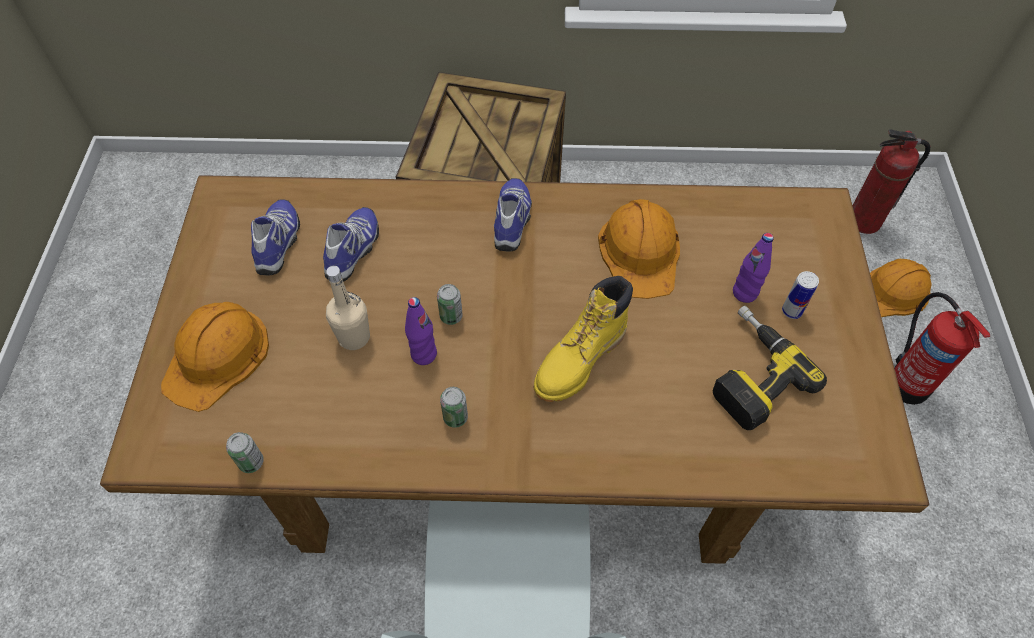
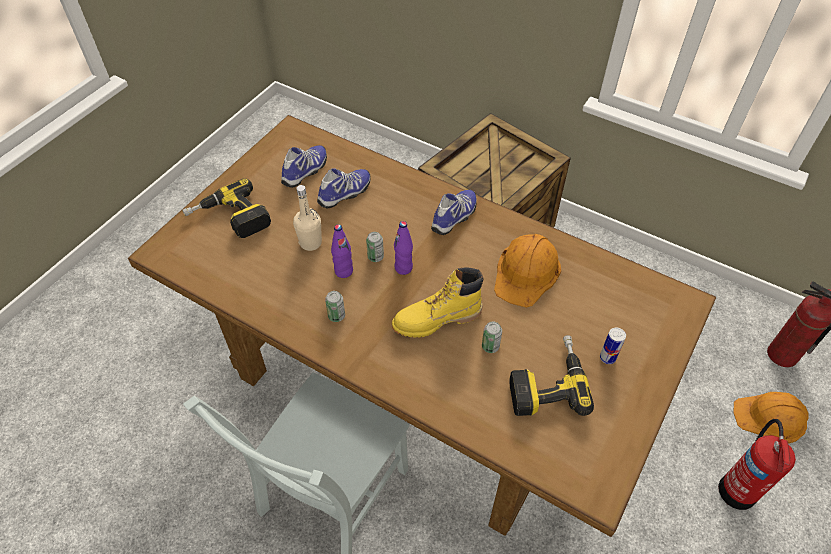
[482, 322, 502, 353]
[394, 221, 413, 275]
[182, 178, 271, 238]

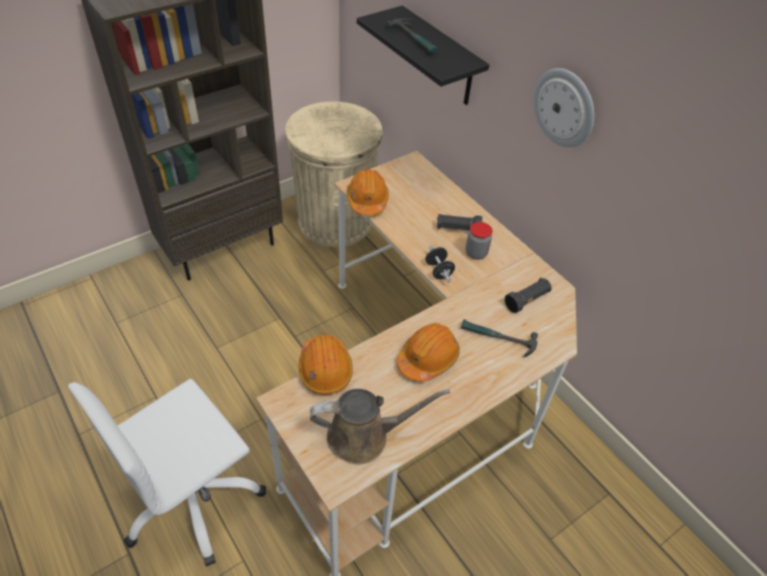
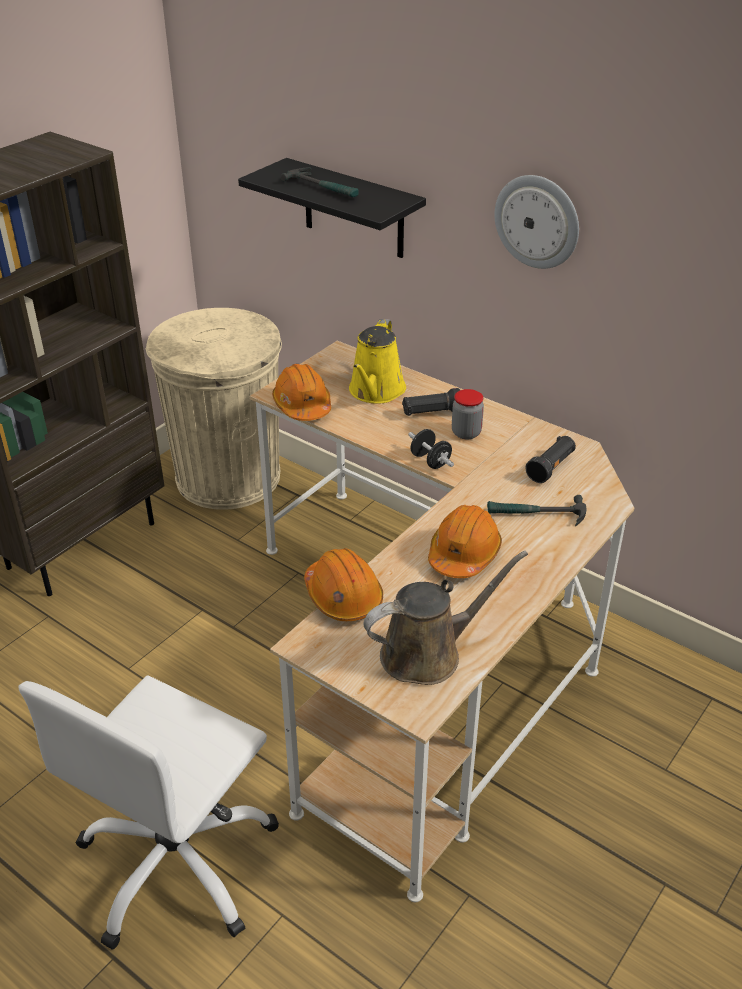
[349, 319, 406, 404]

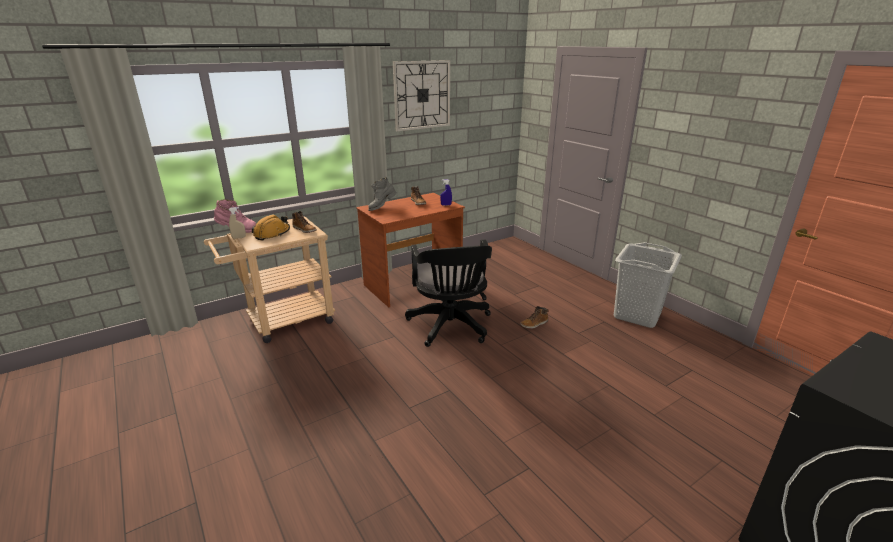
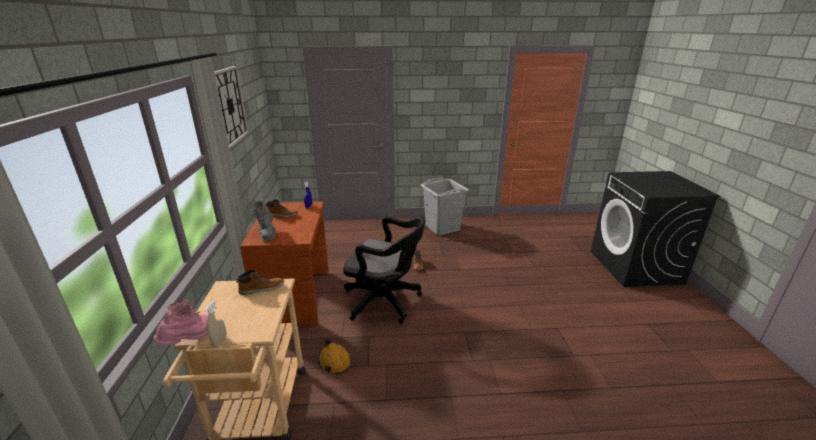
[319, 339, 351, 374]

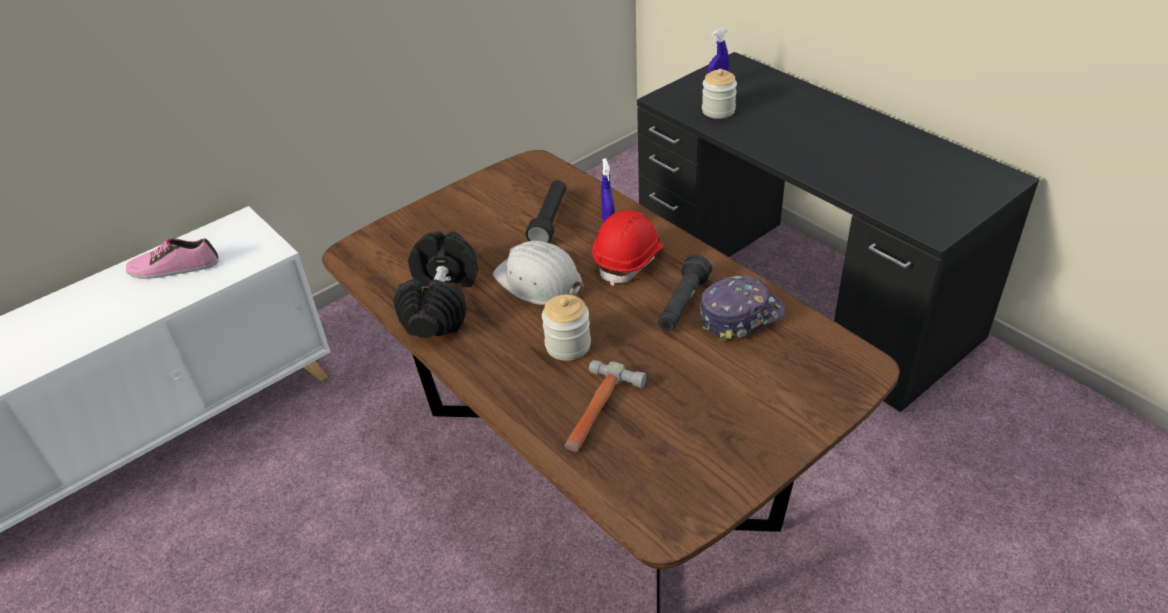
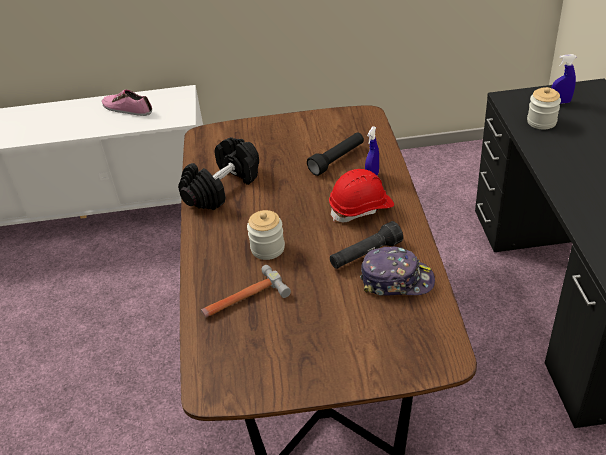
[493, 241, 584, 305] (first image)

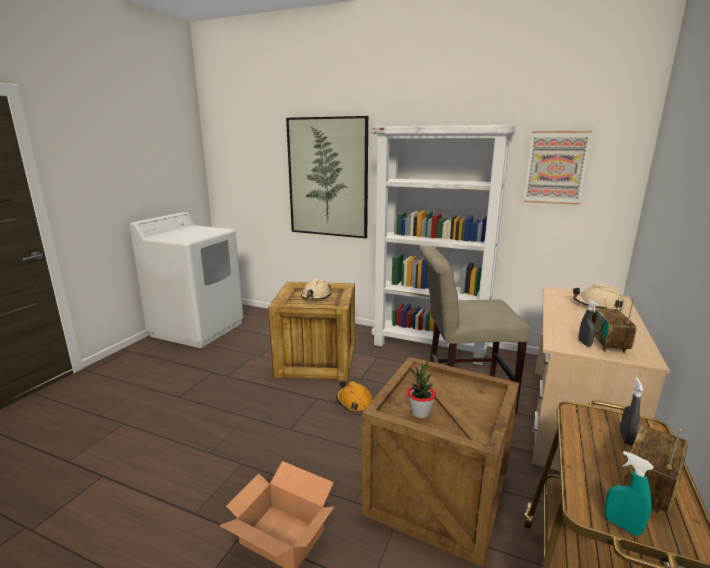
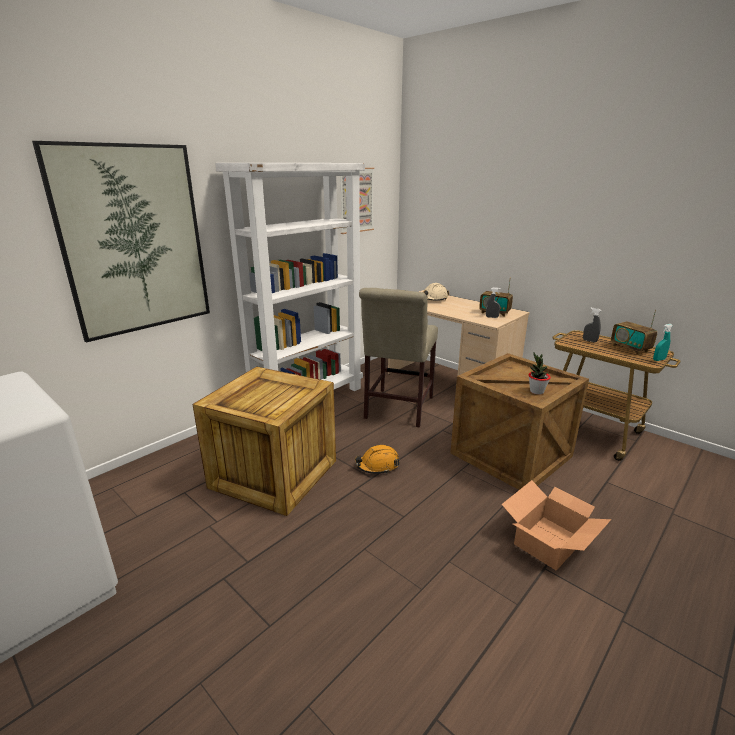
[301, 278, 331, 300] (first image)

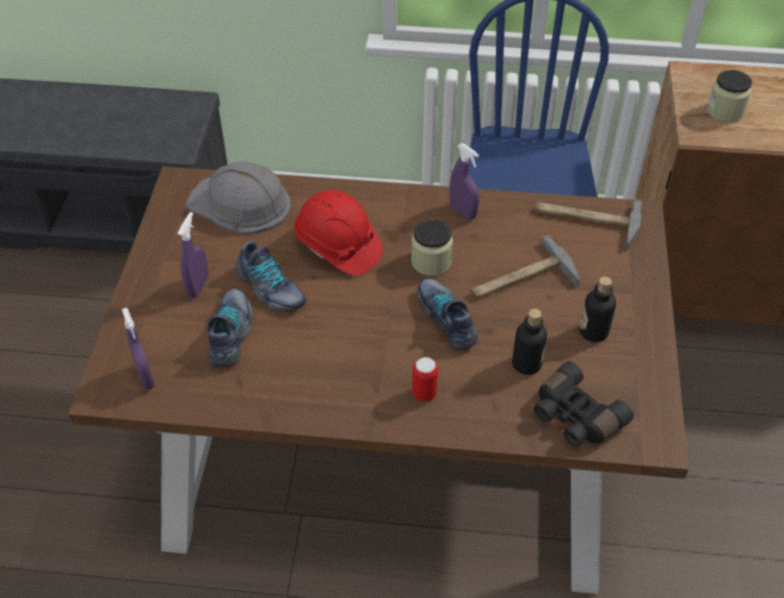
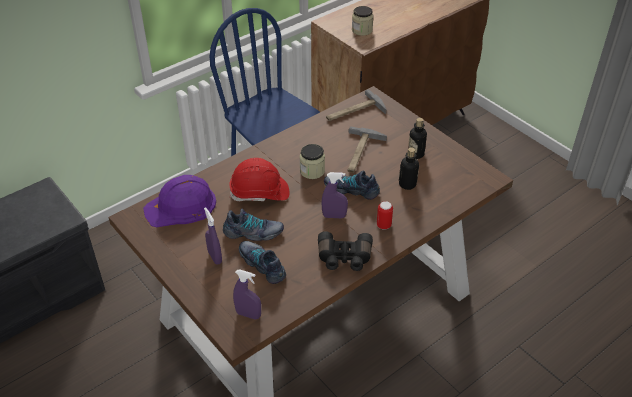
[322, 172, 348, 218]
[318, 231, 373, 271]
[143, 175, 216, 227]

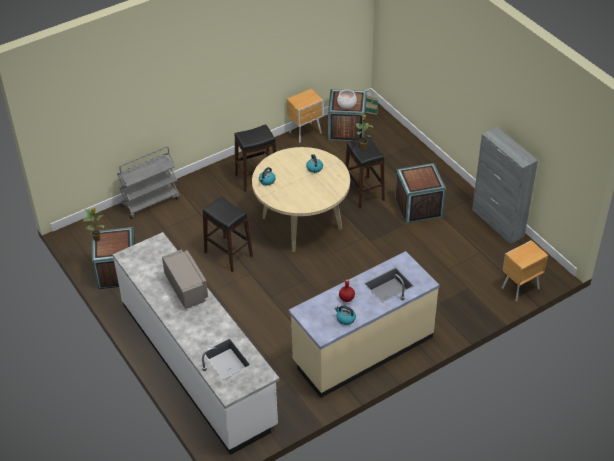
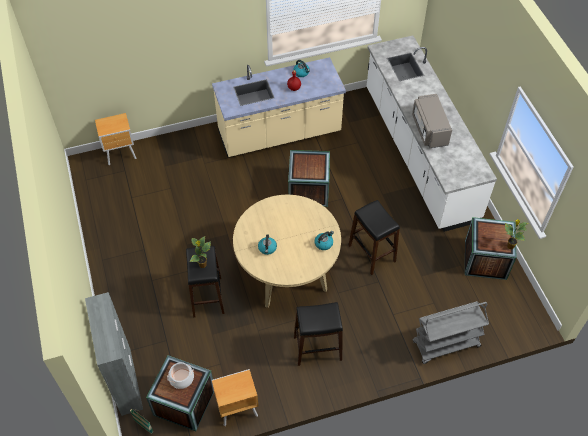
[288, 150, 330, 207]
[85, 292, 143, 416]

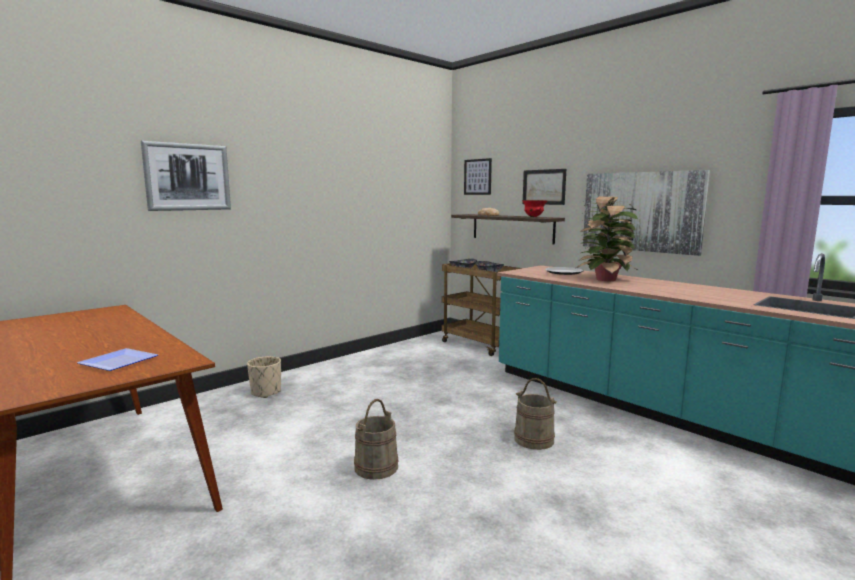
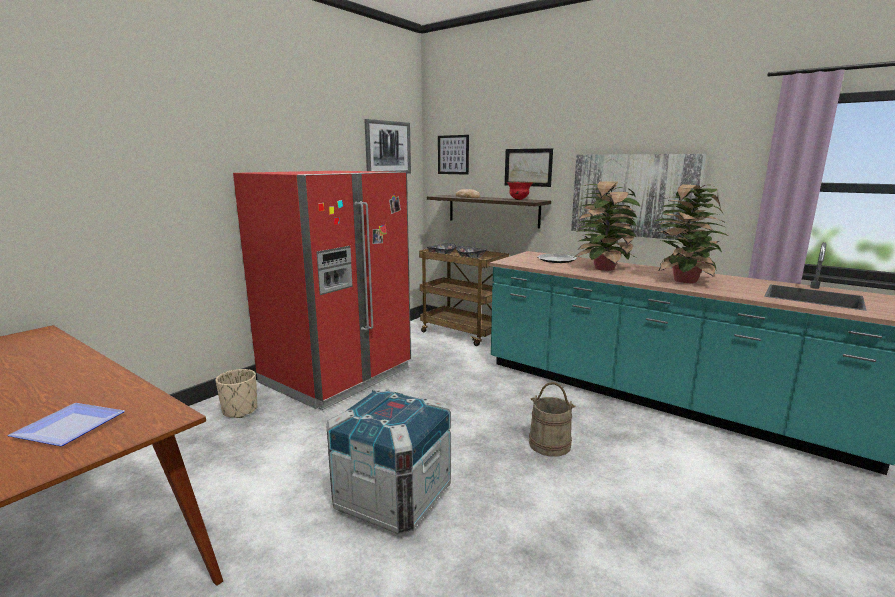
[233, 171, 411, 410]
[655, 184, 728, 283]
[364, 119, 411, 174]
[326, 388, 451, 534]

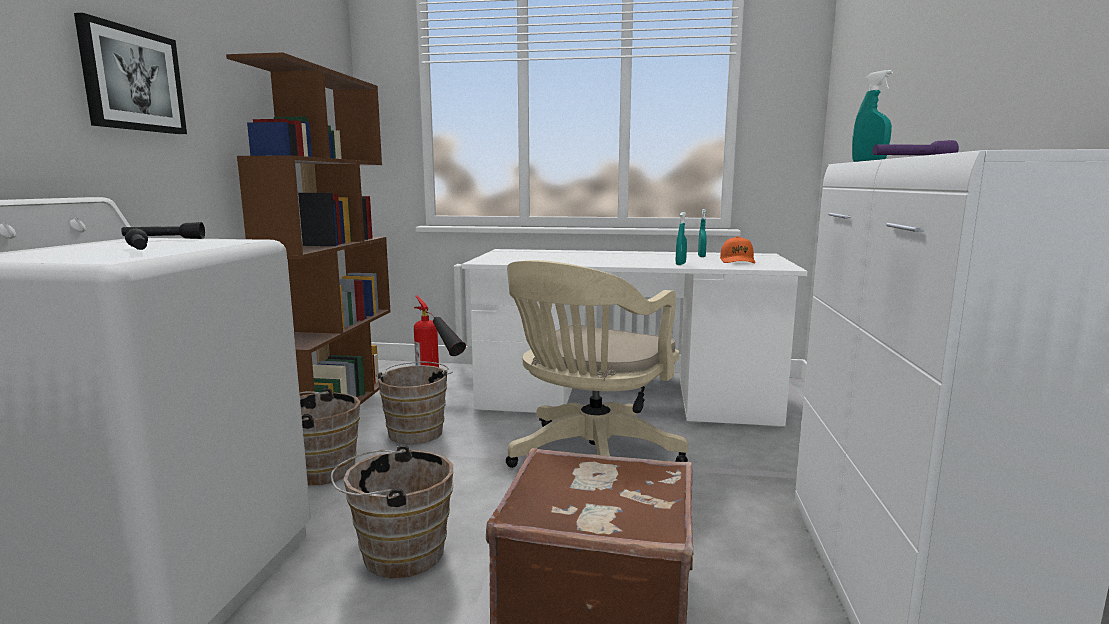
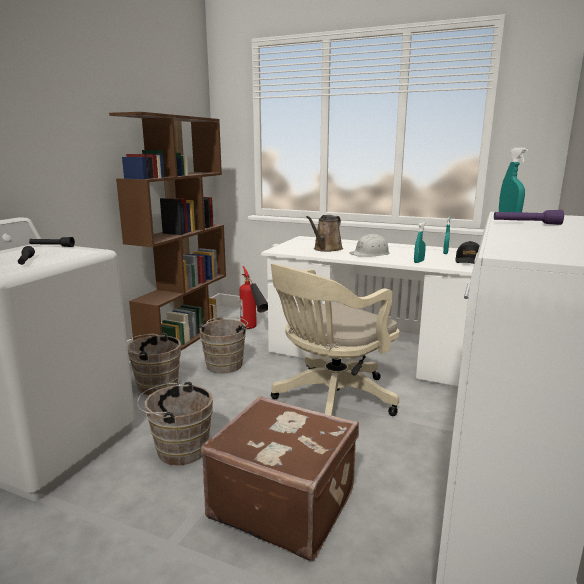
[74, 13, 187, 134] (first image)
[306, 215, 343, 252]
[349, 234, 390, 257]
[455, 241, 480, 264]

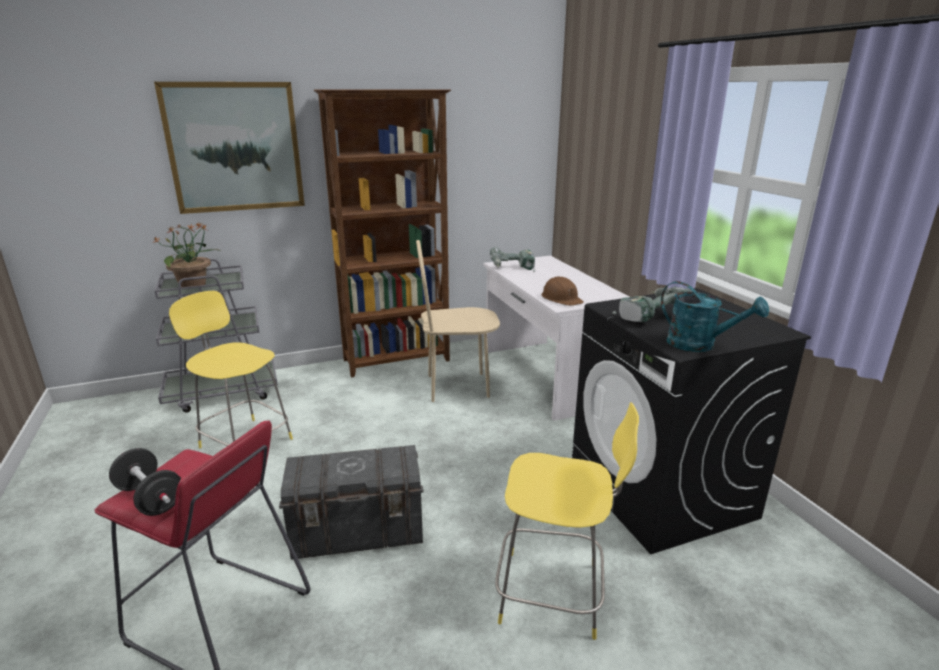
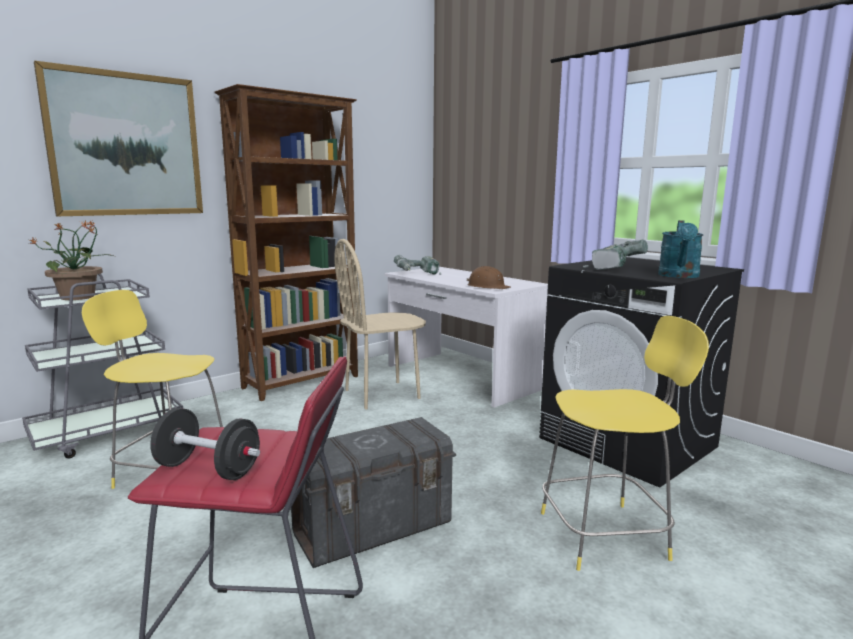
[658, 220, 703, 278]

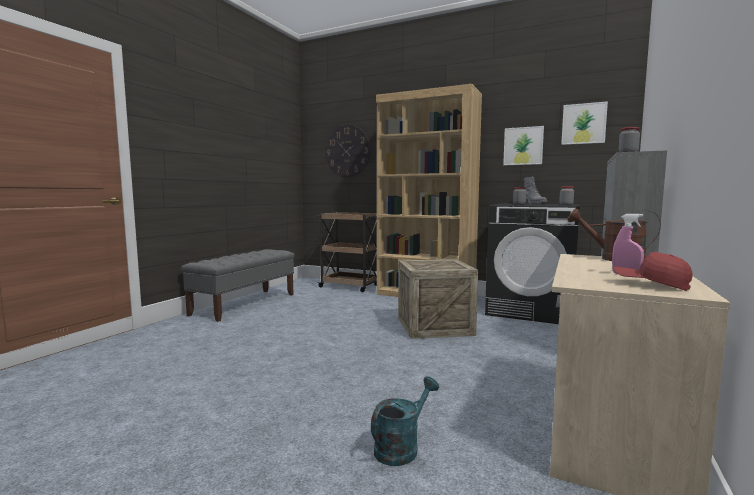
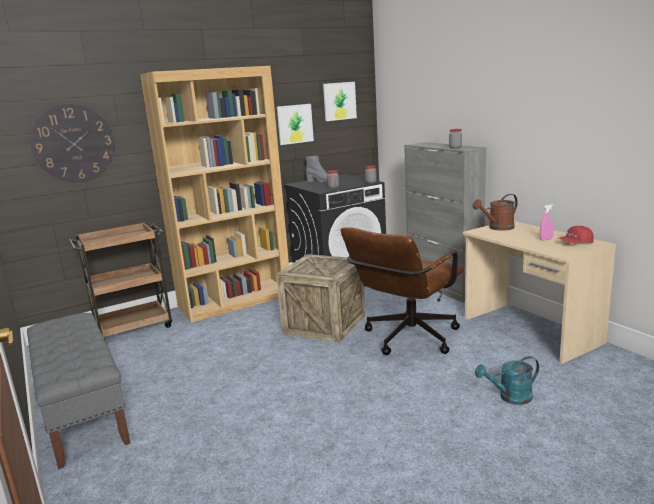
[341, 227, 464, 355]
[475, 356, 539, 405]

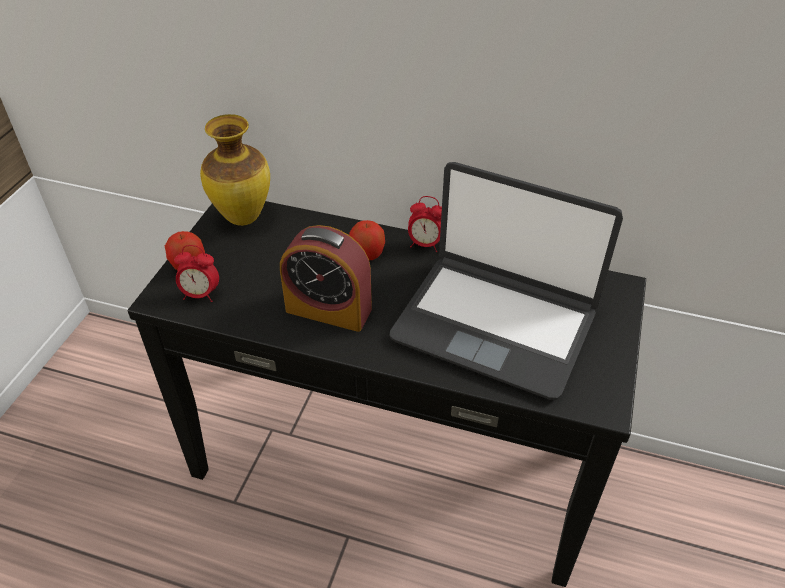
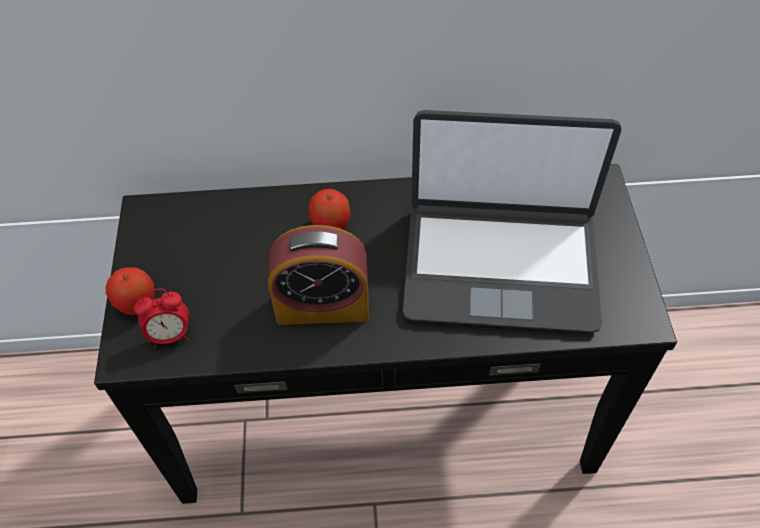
[200, 114, 270, 226] (first image)
[408, 196, 442, 252] (first image)

